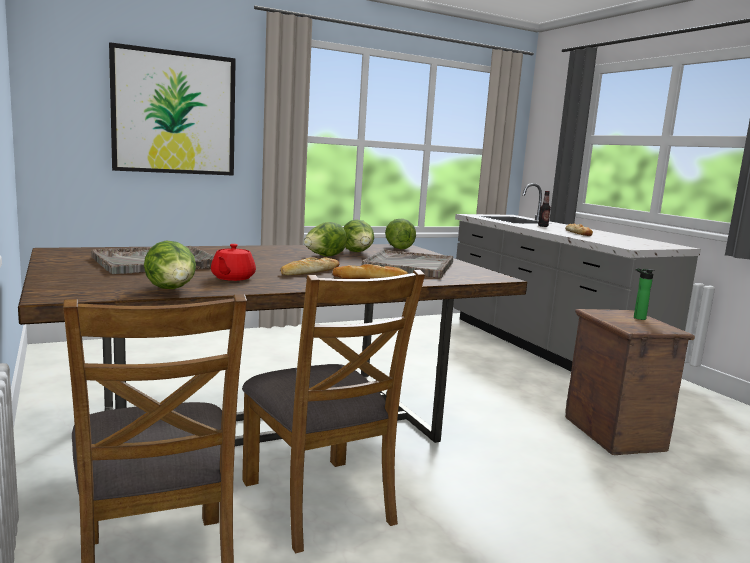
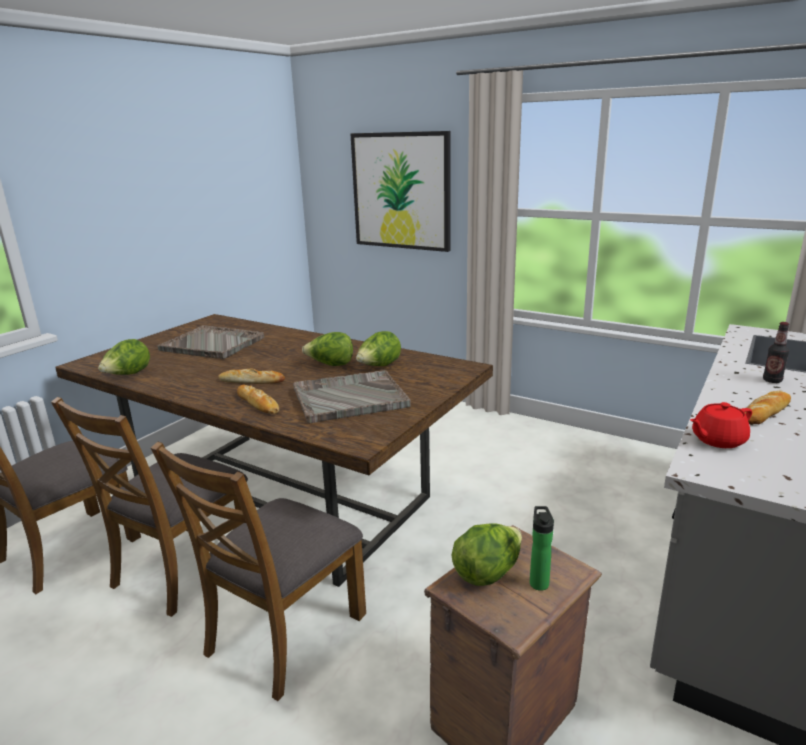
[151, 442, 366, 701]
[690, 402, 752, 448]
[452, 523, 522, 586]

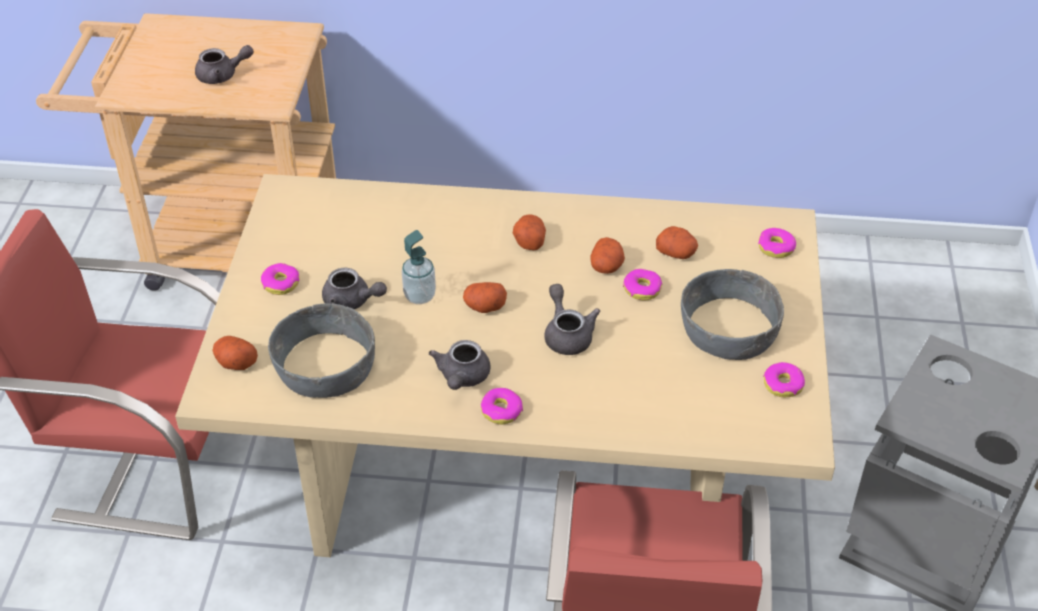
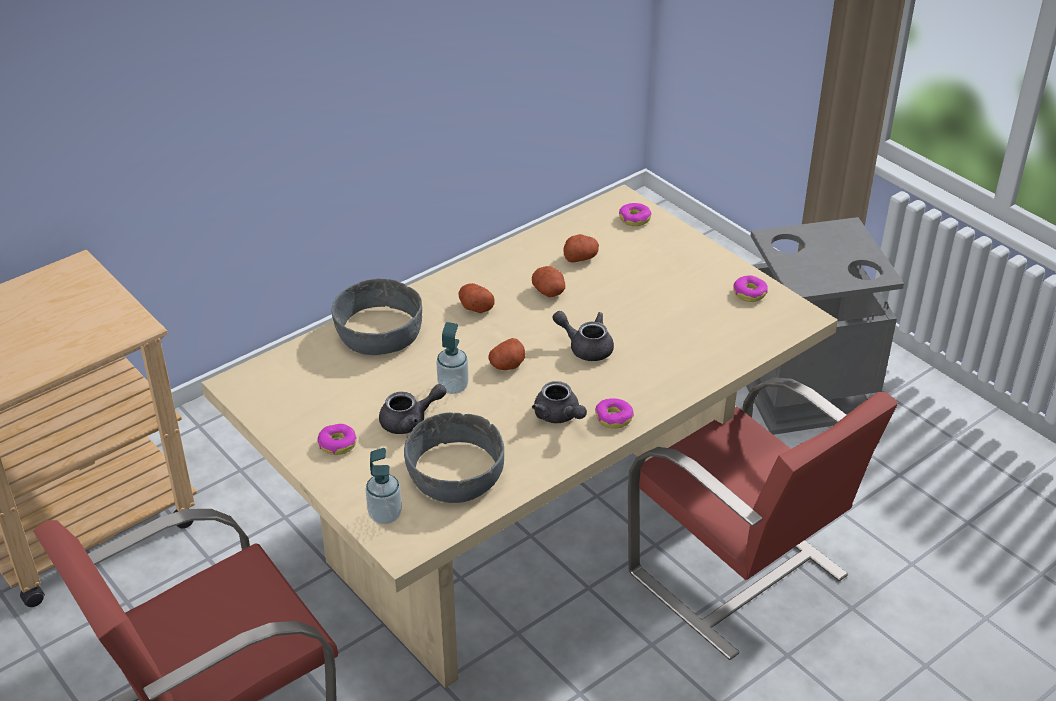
[195, 45, 254, 84] (first image)
[623, 269, 662, 300] (first image)
[331, 278, 422, 355]
[365, 448, 402, 524]

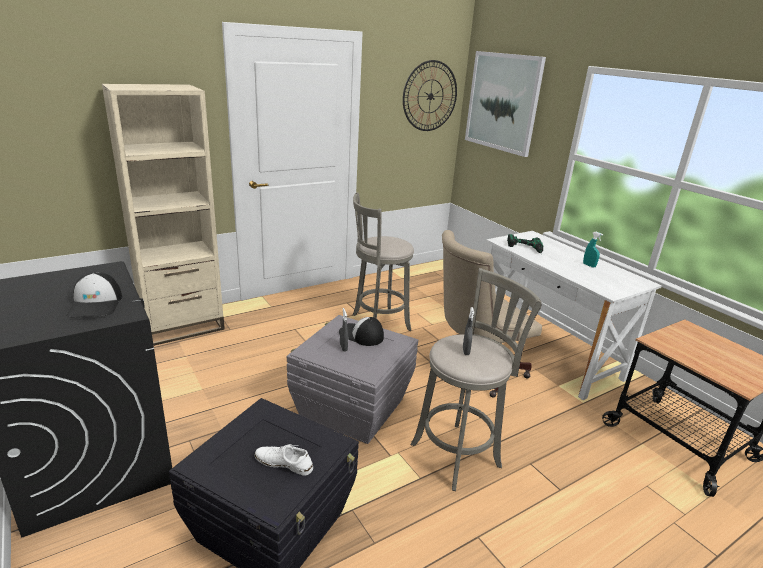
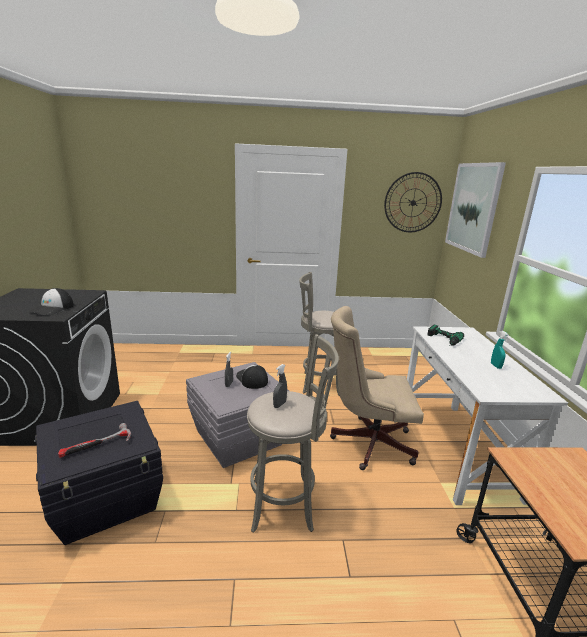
[102, 84, 225, 346] (first image)
[58, 423, 131, 458]

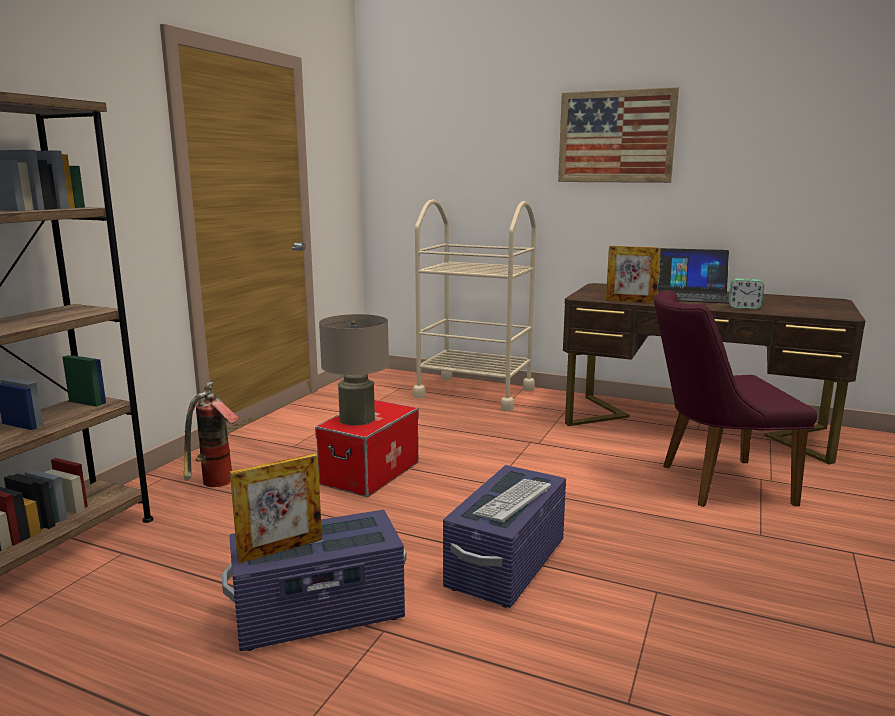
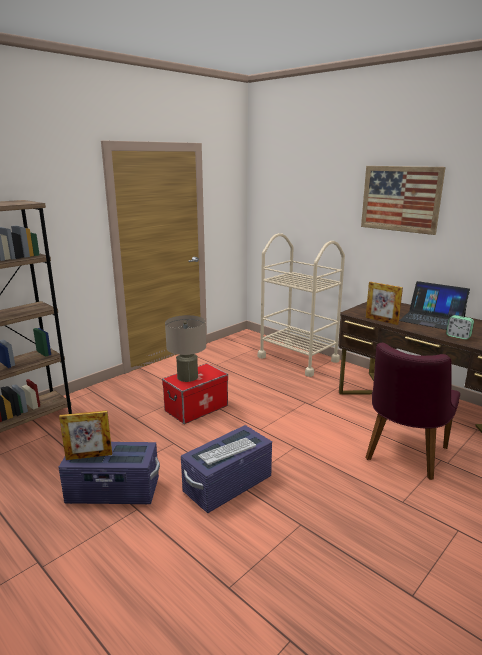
[184, 381, 239, 487] (first image)
[365, 343, 460, 480]

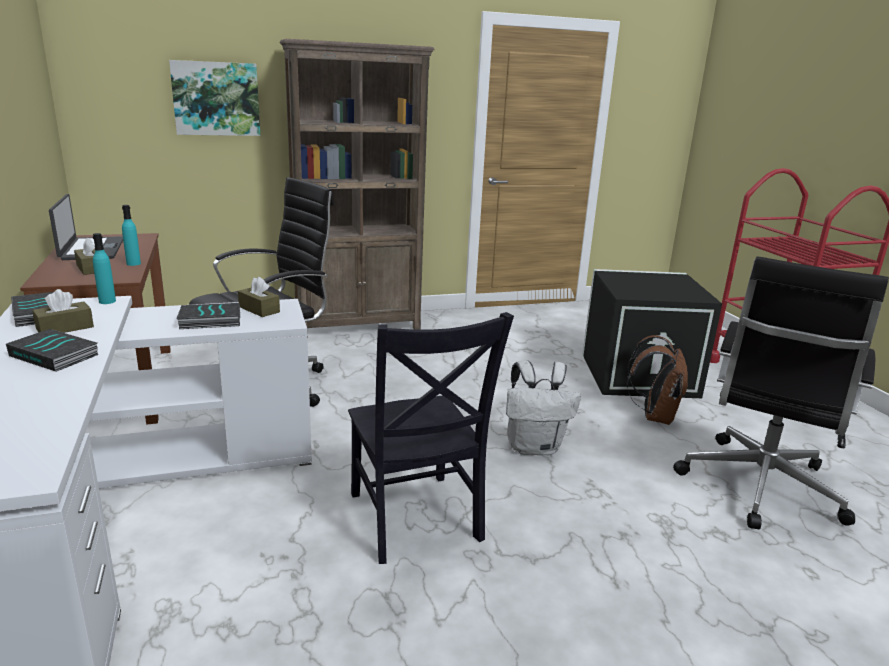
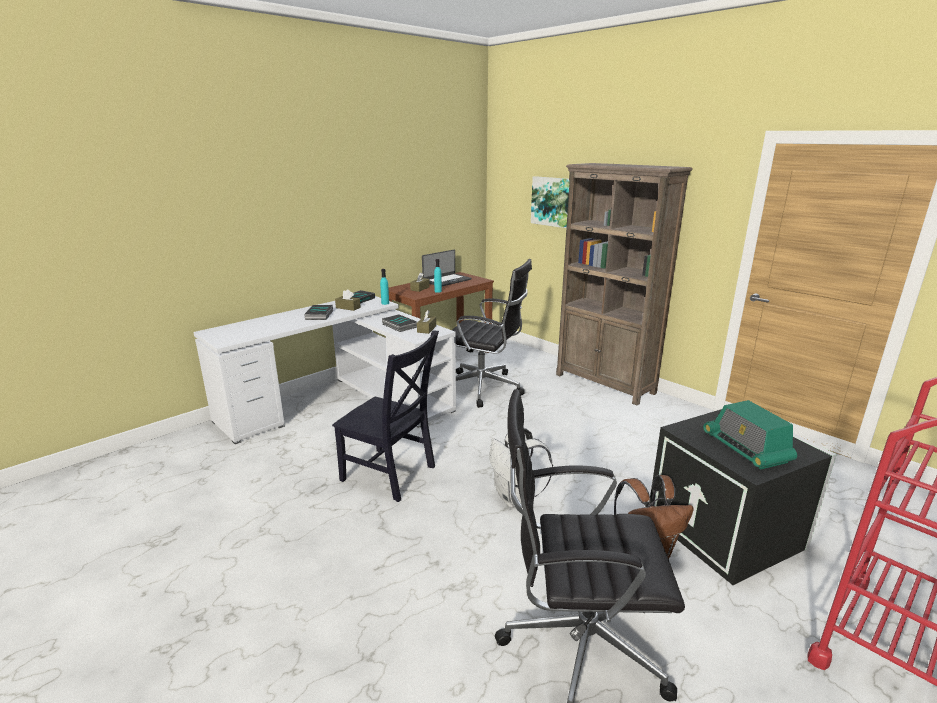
[703, 400, 797, 470]
[332, 330, 439, 502]

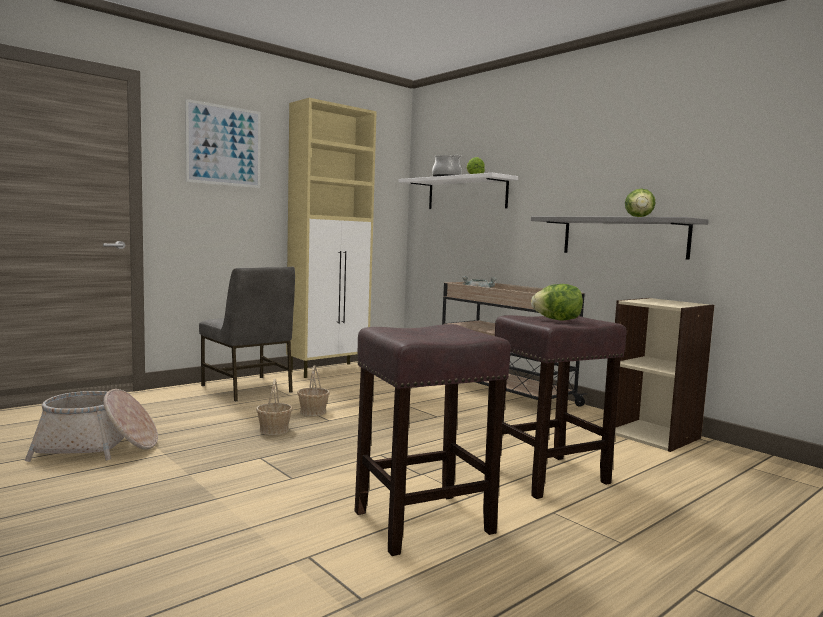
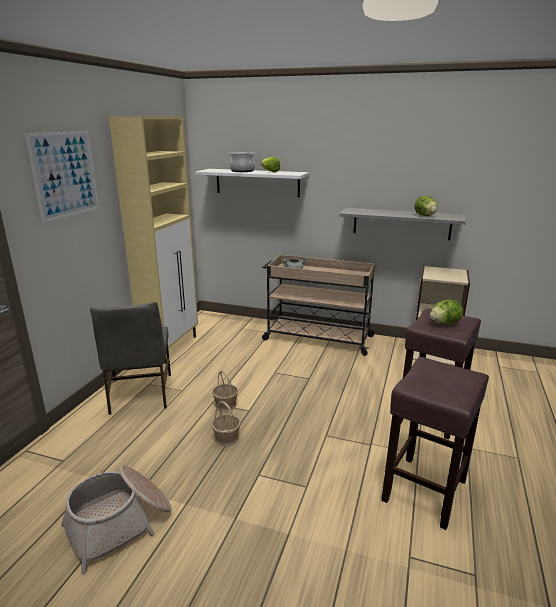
[90, 302, 171, 415]

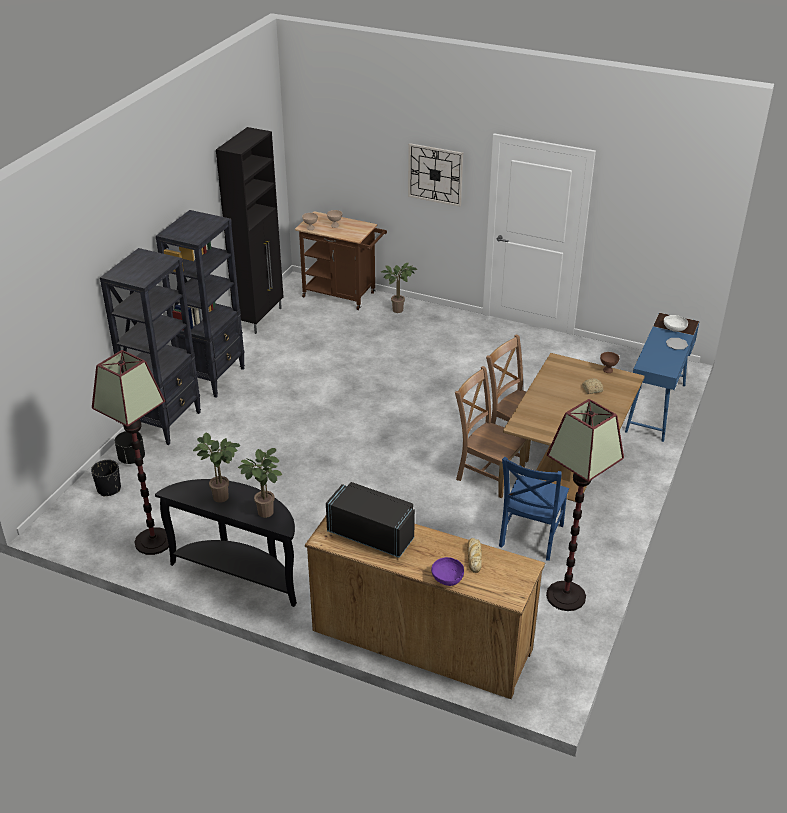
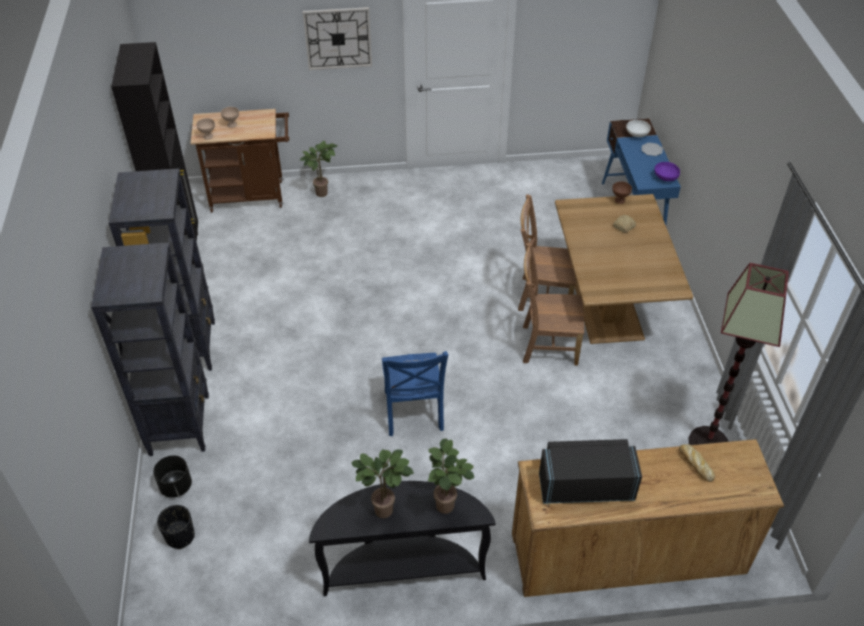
[92, 350, 169, 555] (first image)
[654, 162, 680, 181]
[382, 351, 448, 436]

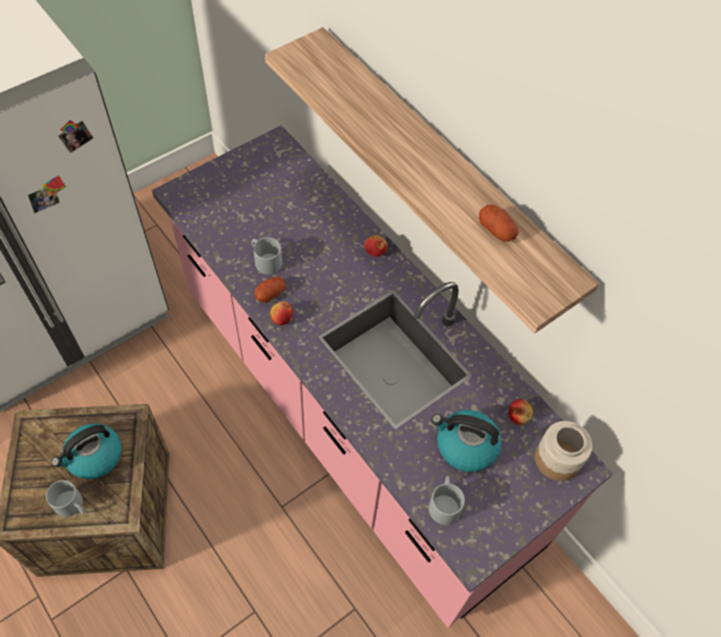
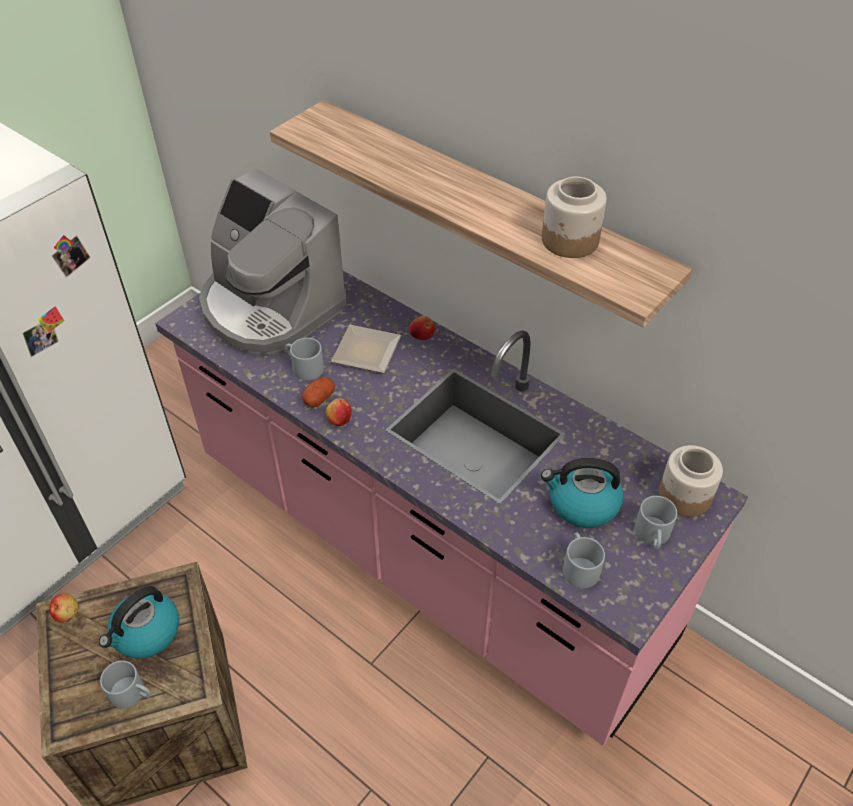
[199, 168, 347, 355]
[331, 325, 401, 373]
[635, 496, 677, 549]
[50, 594, 79, 623]
[542, 176, 607, 258]

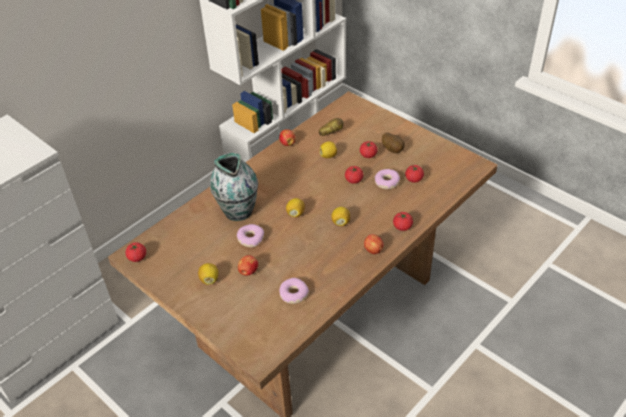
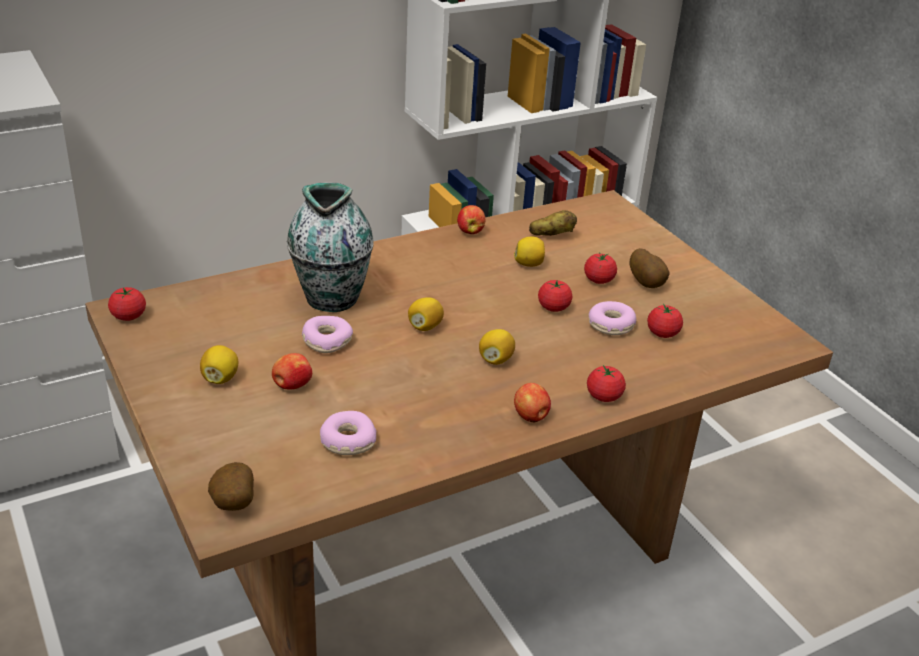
[208, 462, 254, 511]

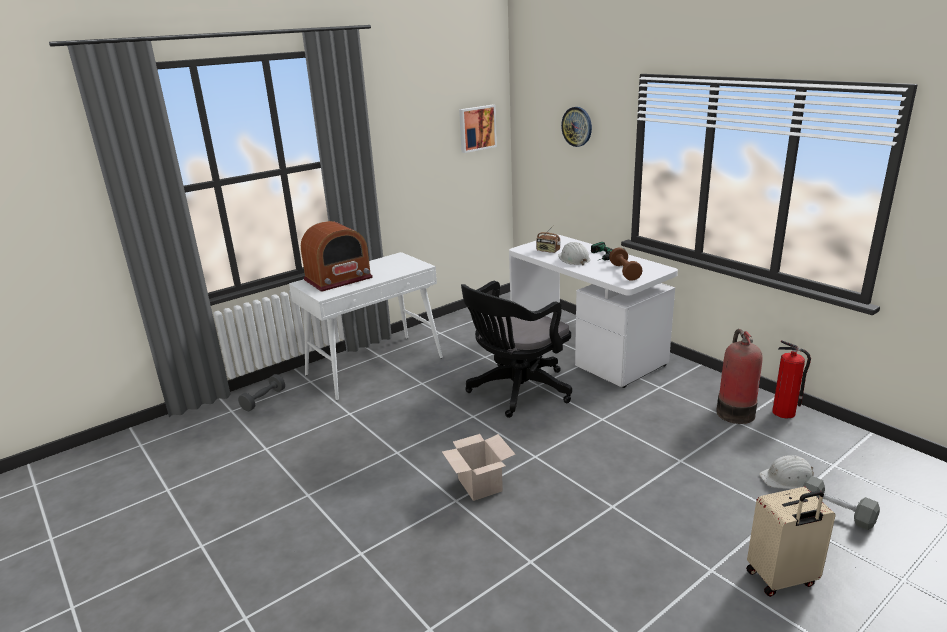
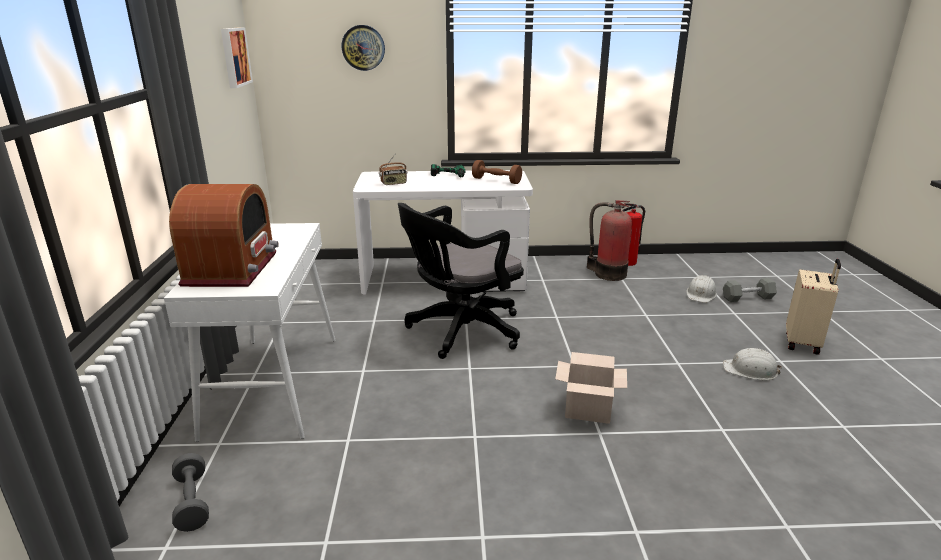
[723, 348, 782, 380]
[398, 203, 524, 359]

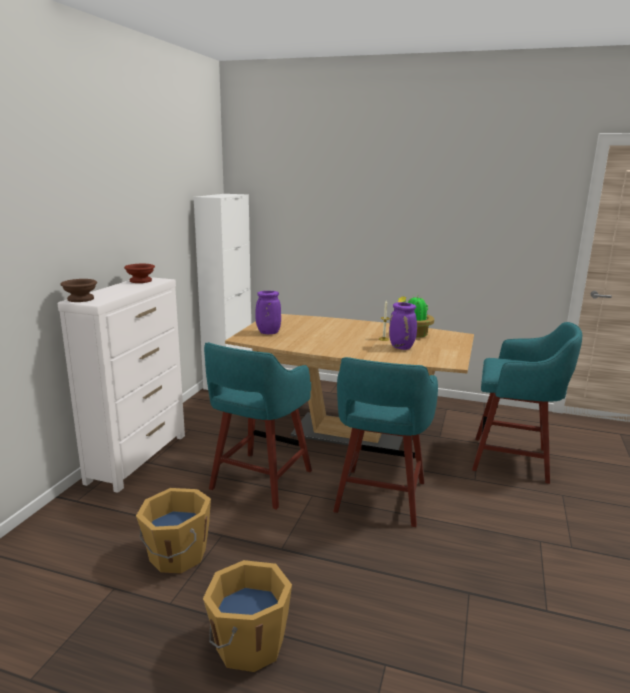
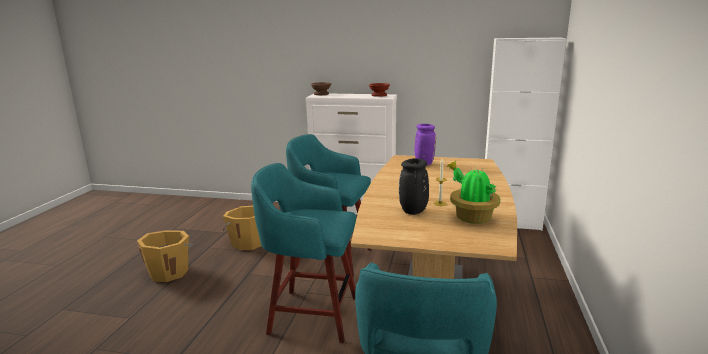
[399, 158, 429, 215]

